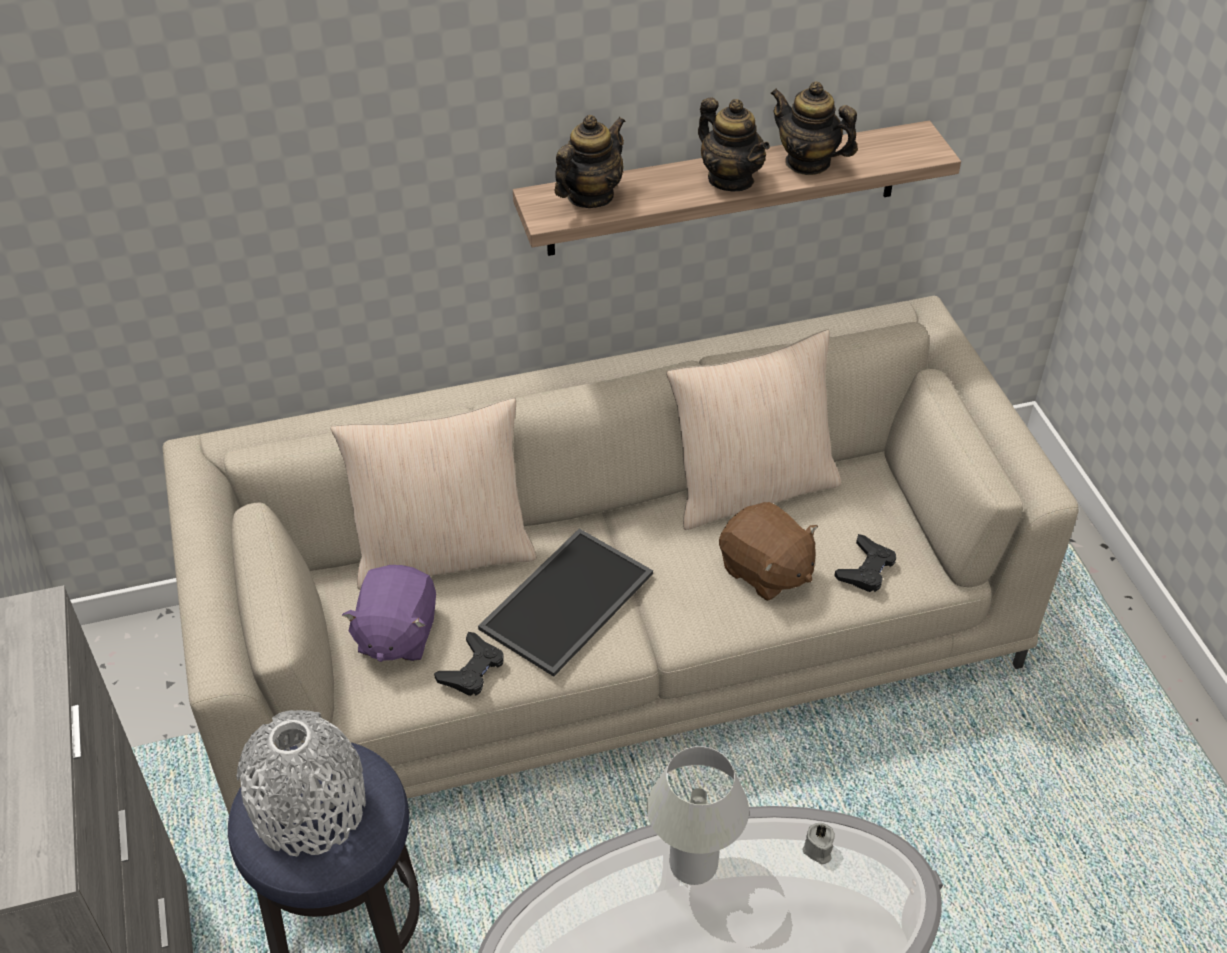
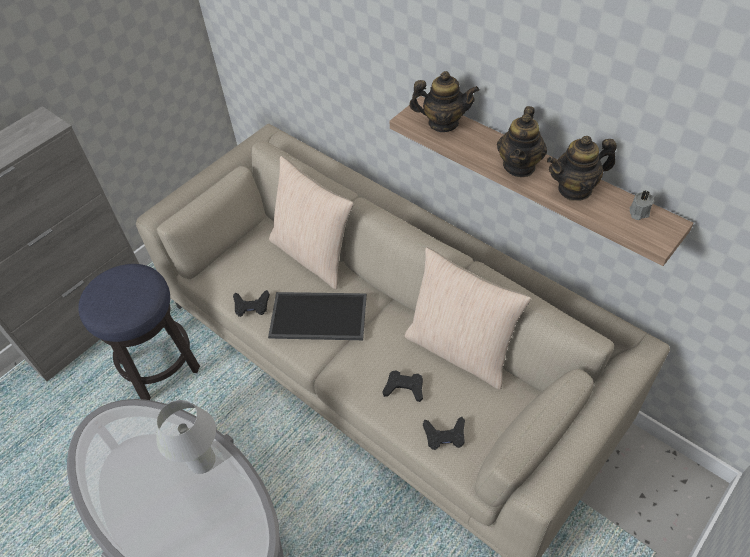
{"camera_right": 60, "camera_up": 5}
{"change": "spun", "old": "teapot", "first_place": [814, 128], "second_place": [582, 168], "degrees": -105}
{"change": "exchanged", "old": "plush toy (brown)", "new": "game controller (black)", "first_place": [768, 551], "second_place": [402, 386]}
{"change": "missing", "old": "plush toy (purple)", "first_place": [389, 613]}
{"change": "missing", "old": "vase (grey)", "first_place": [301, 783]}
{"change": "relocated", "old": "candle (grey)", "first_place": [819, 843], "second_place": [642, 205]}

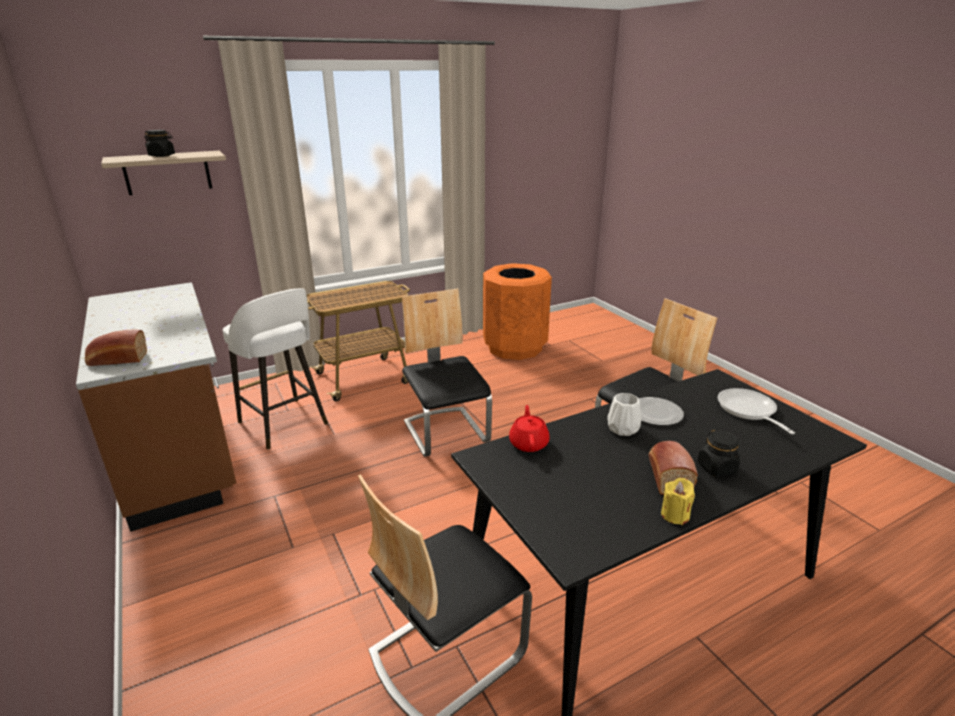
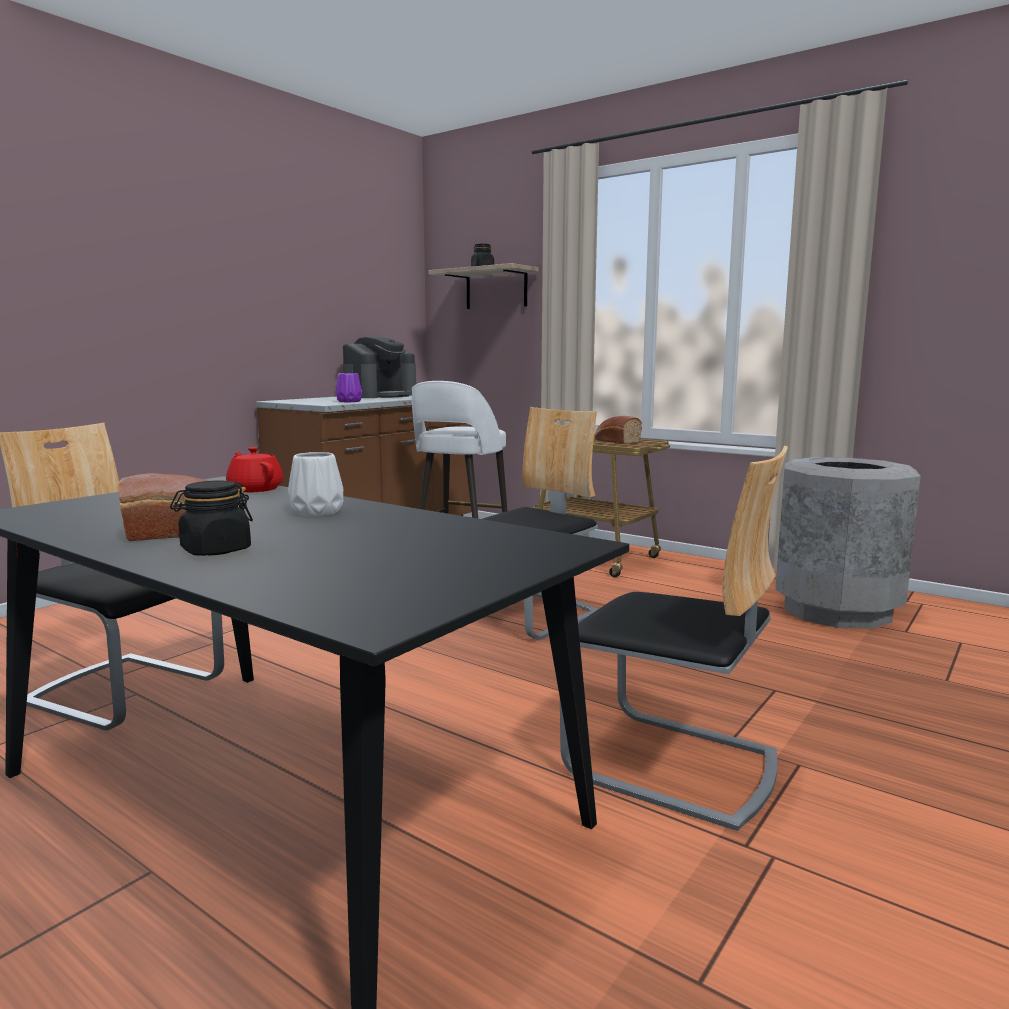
{"camera_right": 65, "camera_up": -15}
{"change": "colour", "old": "trash can (orange)", "new": "trash can (grey)", "first_place": [517, 311], "second_place": [848, 543]}
{"change": "relocated", "old": "bread", "first_place": [116, 347], "second_place": [618, 430]}
{"change": "missing", "old": "frying pan", "first_place": [756, 411]}
{"change": "missing", "old": "plate", "first_place": [661, 411]}
{"change": "spun", "old": "teapot (red)", "first_place": [529, 428], "second_place": [254, 469], "degrees": -105}
{"change": "missing", "old": "candle (yellow)", "first_place": [678, 501]}
{"change": "appeared", "new": "coffee machine", "second_place": [379, 367]}
{"change": "appeared", "new": "vase (purple)", "second_place": [348, 387]}

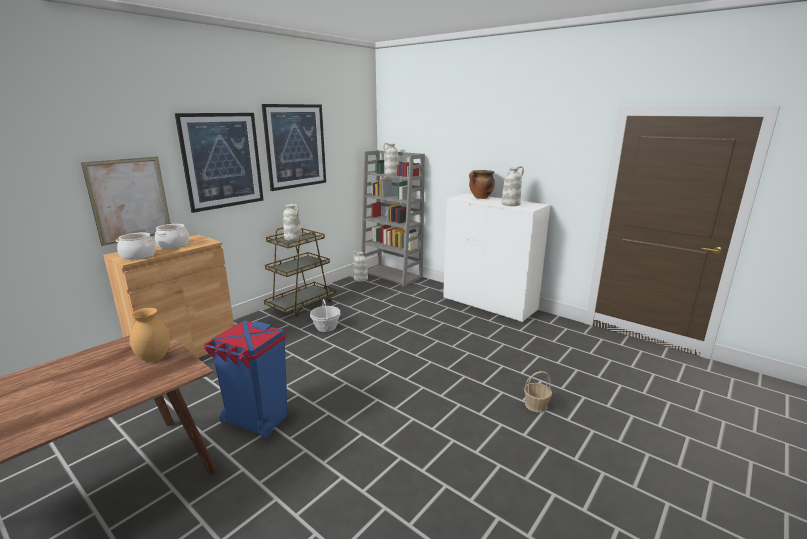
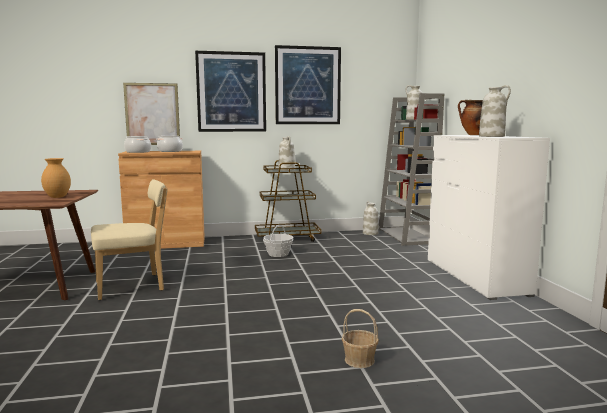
{"camera_right": 40, "camera_up": -10}
{"change": "exchanged", "old": "trash can (blue)", "new": "chair (beige)", "first_place": [245, 379], "second_place": [129, 239]}

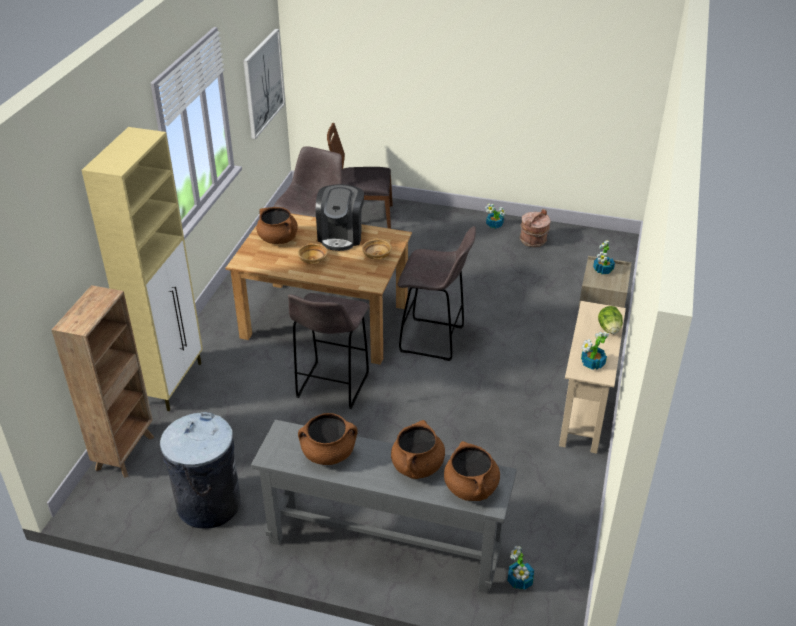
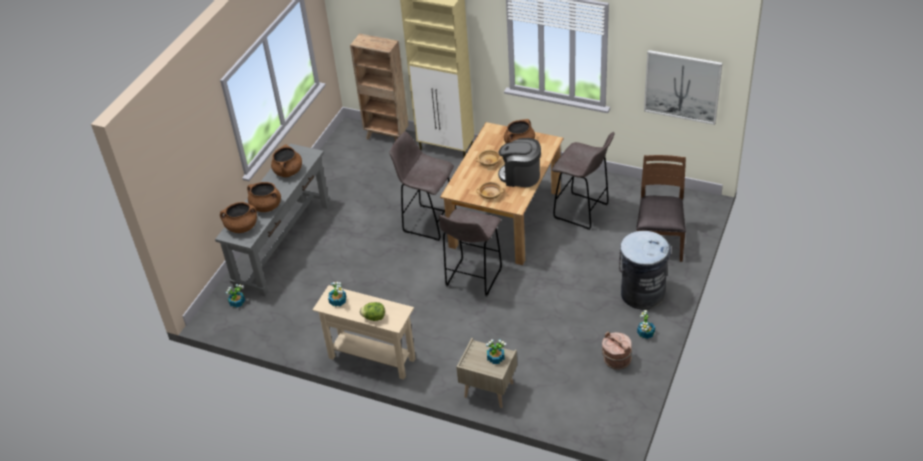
{"camera_right": 100, "camera_up": 5}
{"change": "relocated", "old": "trash can (grey)", "first_place": [200, 470], "second_place": [645, 270]}

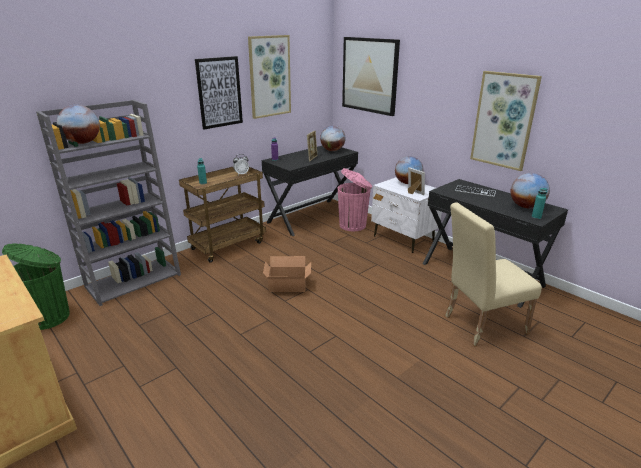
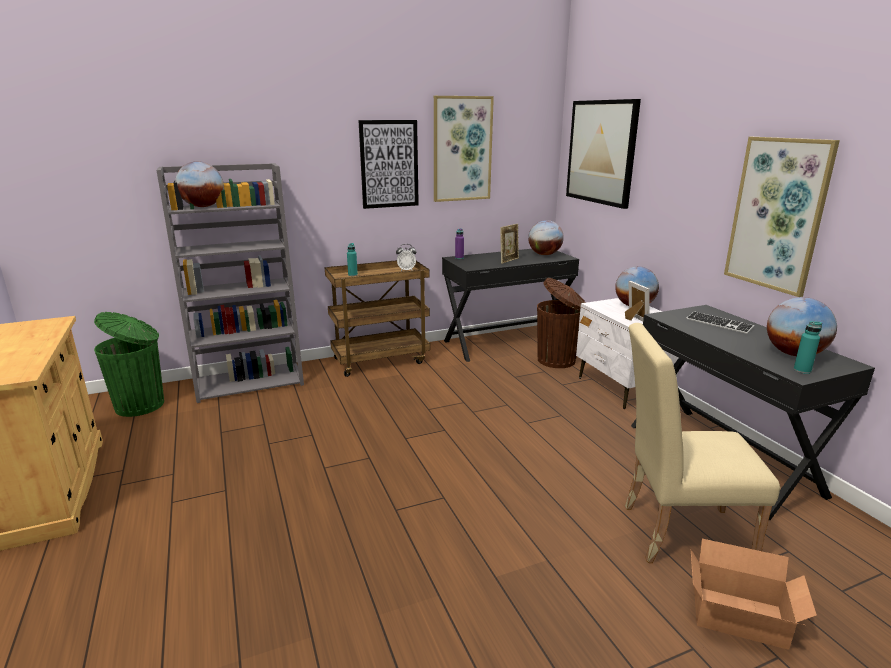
{"camera_right": 20, "camera_up": -5}
{"change": "colour", "old": "trash can (pink)", "new": "trash can (brown)", "first_place": [355, 199], "second_place": [561, 323]}
{"change": "relocated", "old": "cardboard box", "first_place": [287, 274], "second_place": [754, 594]}

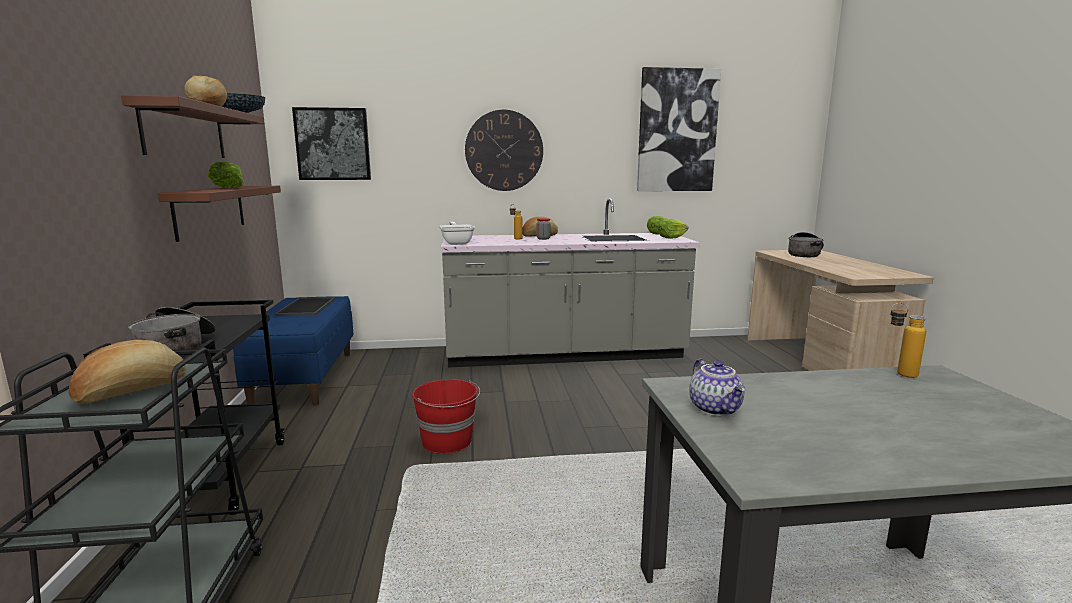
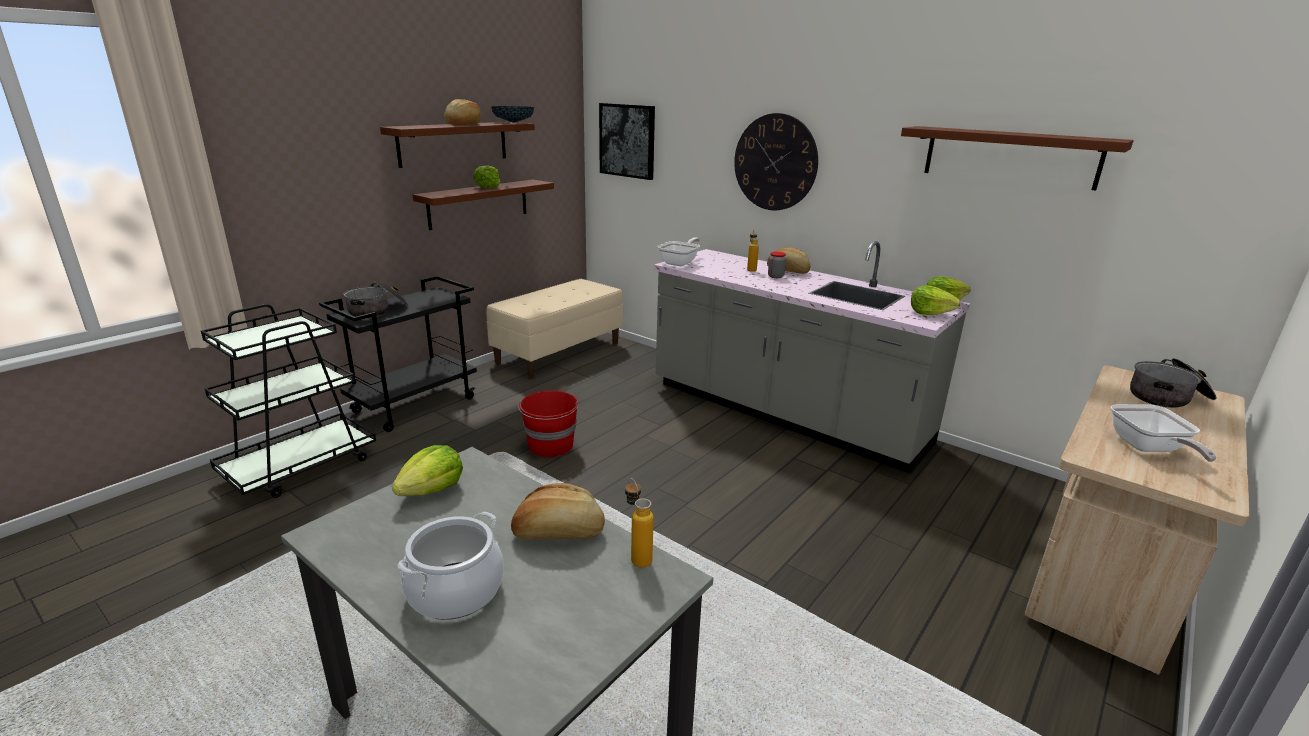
{"camera_right": 45, "camera_up": 10}
{"change": "exchanged", "old": "picture", "new": "shelf (brown)", "first_place": [679, 129], "second_place": [1017, 158]}
{"change": "colour", "old": "bench (blue)", "new": "bench (beige)", "first_place": [293, 351], "second_place": [554, 329]}
{"change": "missing", "old": "tray", "first_place": [305, 306]}
{"change": "relocated", "old": "bread", "first_place": [127, 372], "second_place": [558, 511]}
{"change": "exchanged", "old": "teapot", "new": "lettuce", "first_place": [717, 387], "second_place": [427, 470]}
{"change": "appeared", "new": "frying pan", "second_place": [1164, 433]}
{"change": "appeared", "new": "cooking pot", "second_place": [450, 566]}

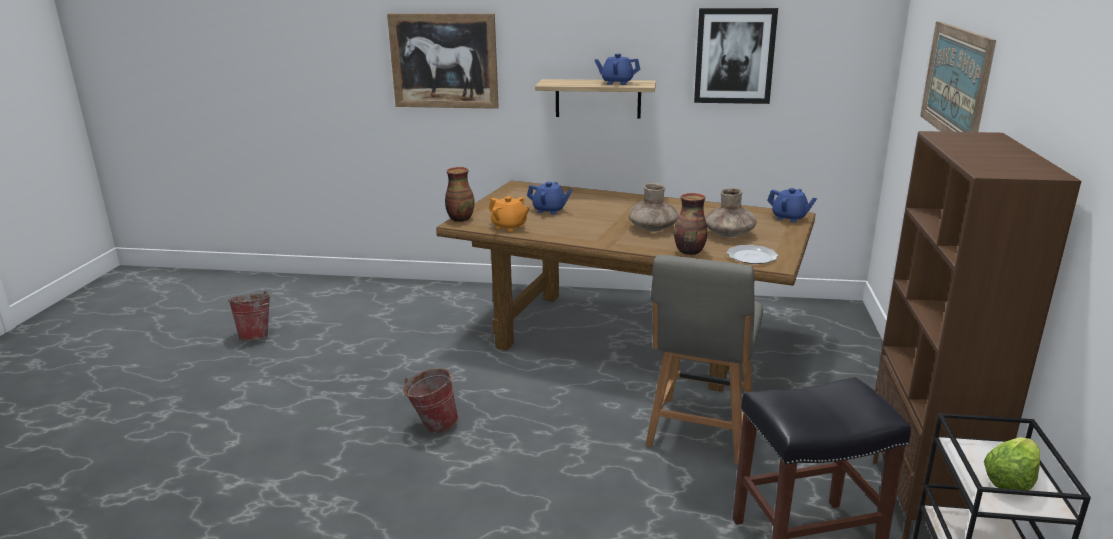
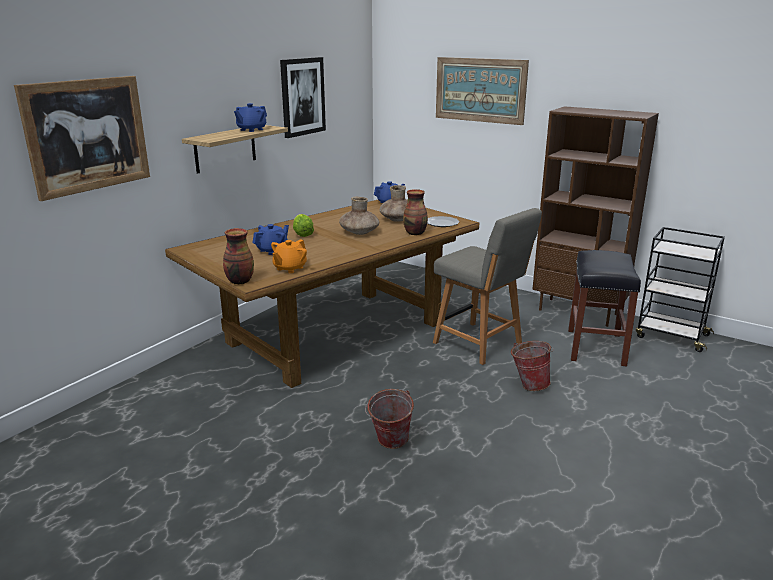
{"camera_right": -65, "camera_up": 0}
{"change": "spun", "old": "teapot (orange)", "first_place": [509, 214], "second_place": [289, 256], "degrees": 150}
{"change": "relocated", "old": "bucket", "first_place": [251, 315], "second_place": [532, 366]}
{"change": "relocated", "old": "lettuce", "first_place": [1012, 463], "second_place": [303, 225]}

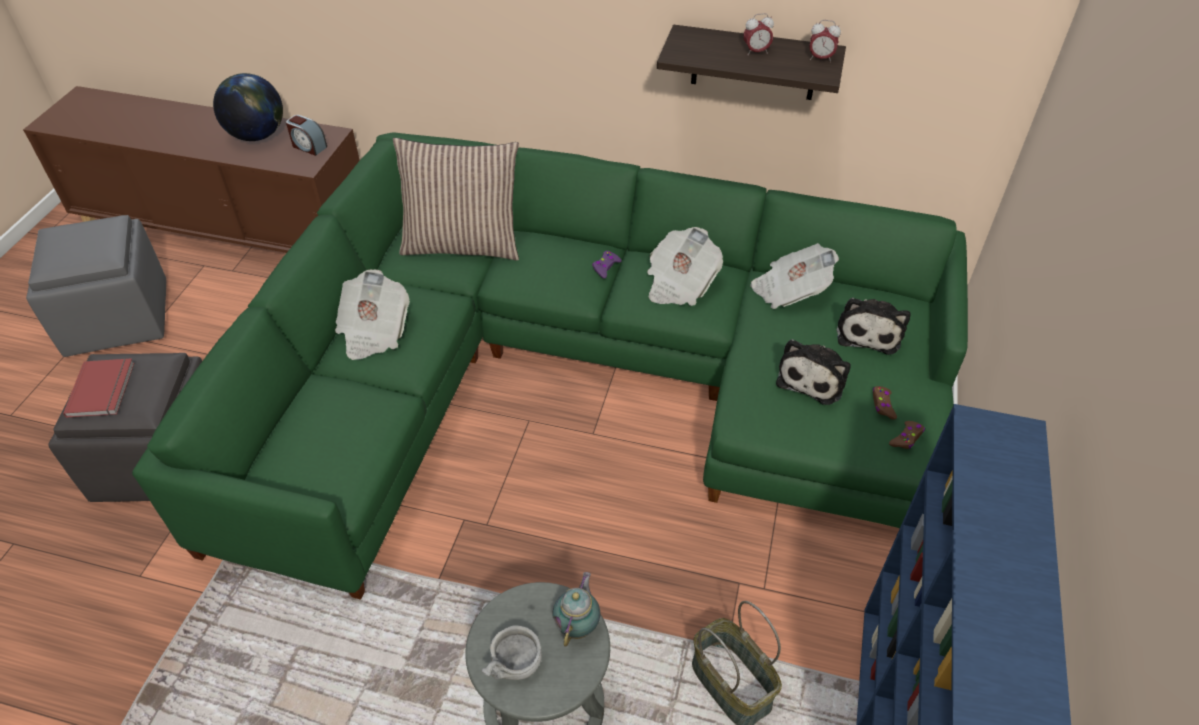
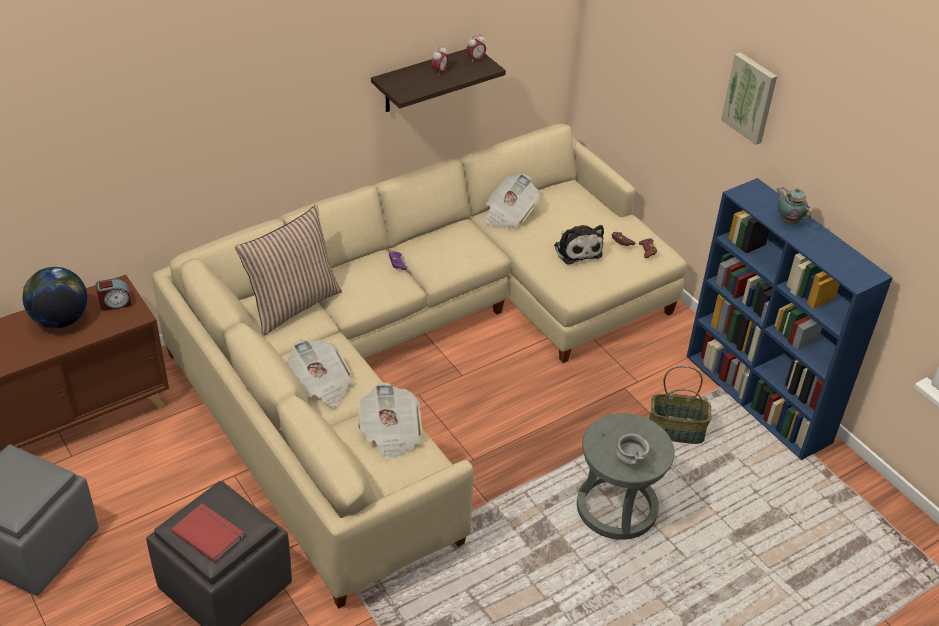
{"camera_right": -50, "camera_up": -5}
{"change": "colour", "old": "sofa (green)", "new": "sofa (beige)", "first_place": [550, 366], "second_place": [419, 366]}
{"change": "relocated", "old": "newspaper", "first_place": [685, 266], "second_place": [390, 421]}
{"change": "missing", "old": "plush toy", "first_place": [873, 326]}
{"change": "relocated", "old": "teapot", "first_place": [576, 609], "second_place": [793, 205]}
{"change": "appeared", "new": "picture", "second_place": [749, 98]}

